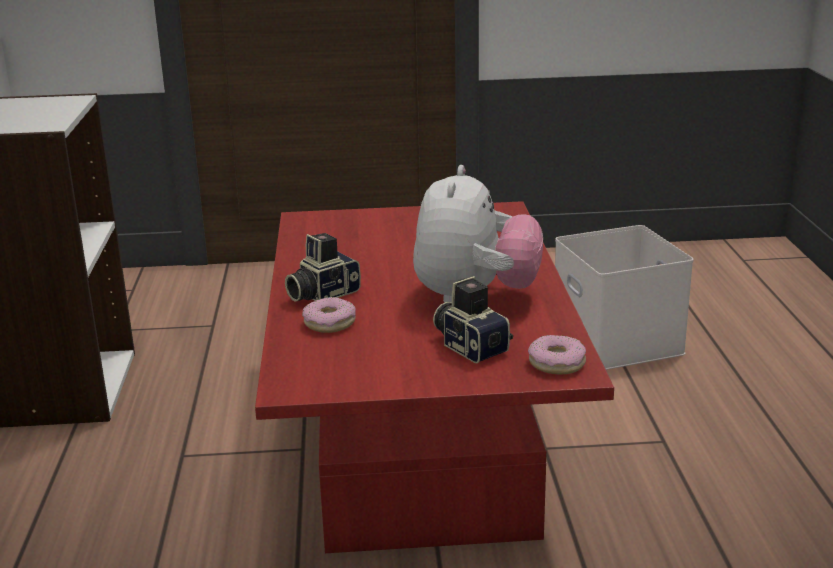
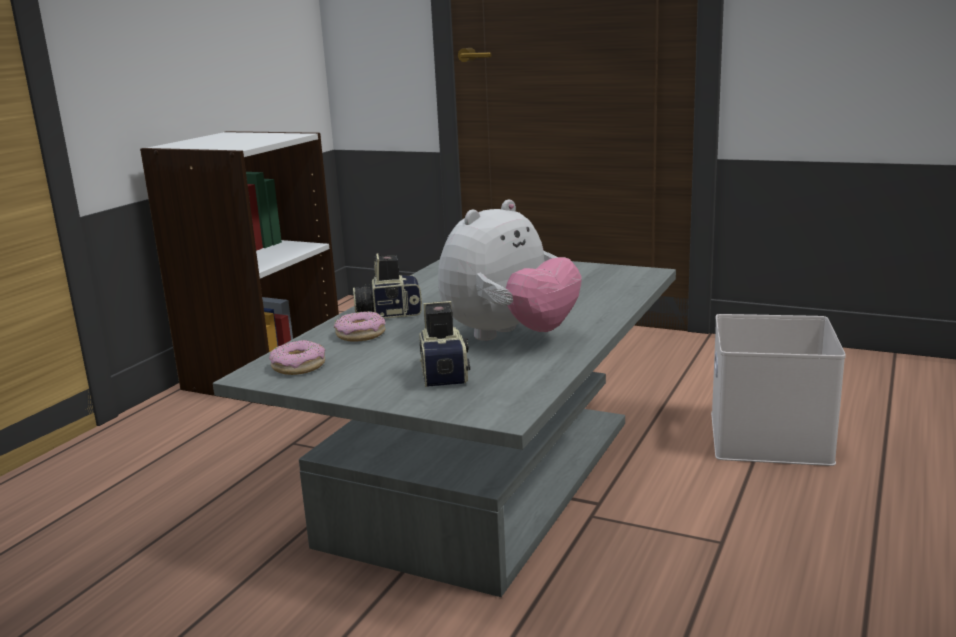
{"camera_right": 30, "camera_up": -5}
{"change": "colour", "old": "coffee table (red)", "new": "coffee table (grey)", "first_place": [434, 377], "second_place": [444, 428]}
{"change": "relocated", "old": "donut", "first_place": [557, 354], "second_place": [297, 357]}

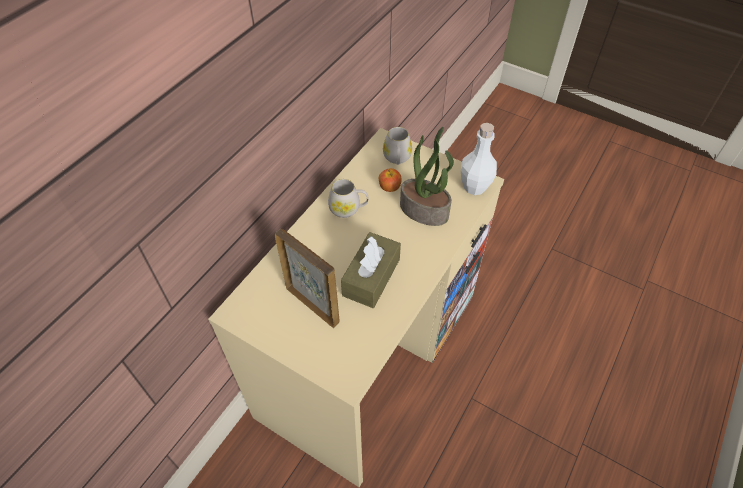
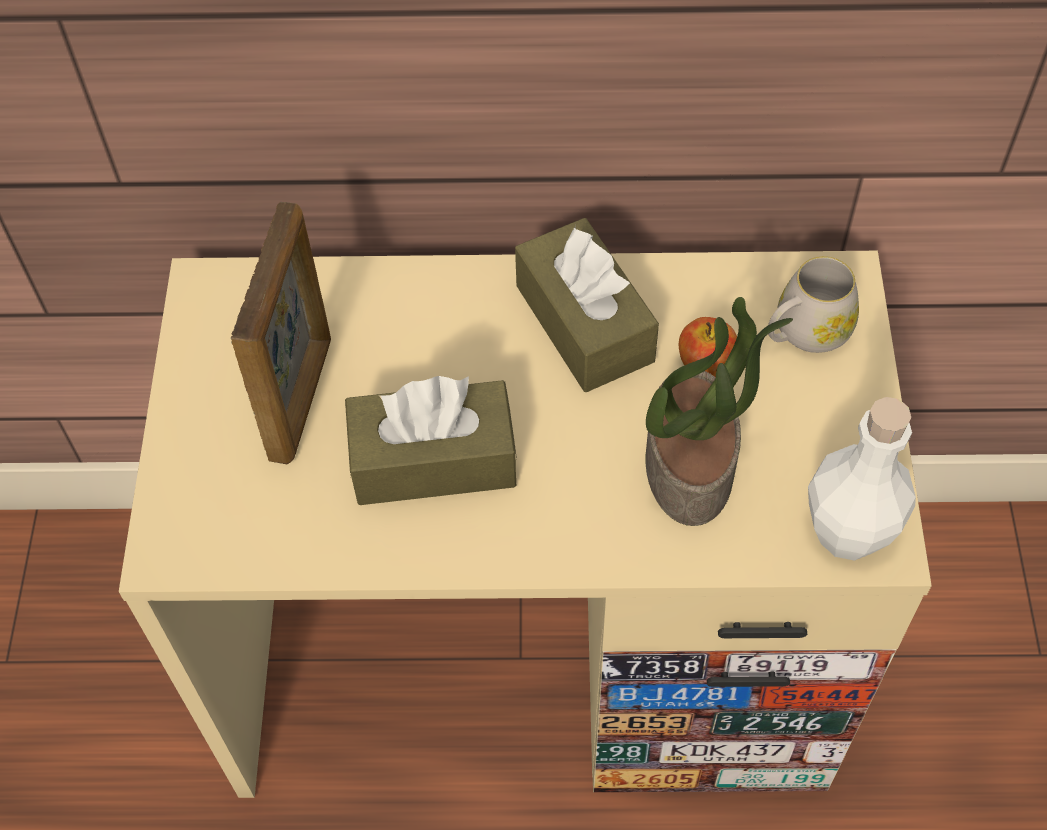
{"camera_right": 60, "camera_up": 5}
{"change": "exchanged", "old": "mug (white)", "new": "tissue box (brown)", "first_place": [348, 198], "second_place": [587, 305]}

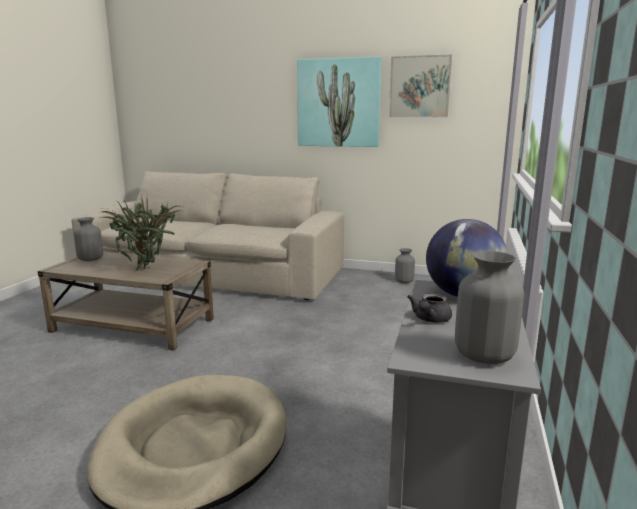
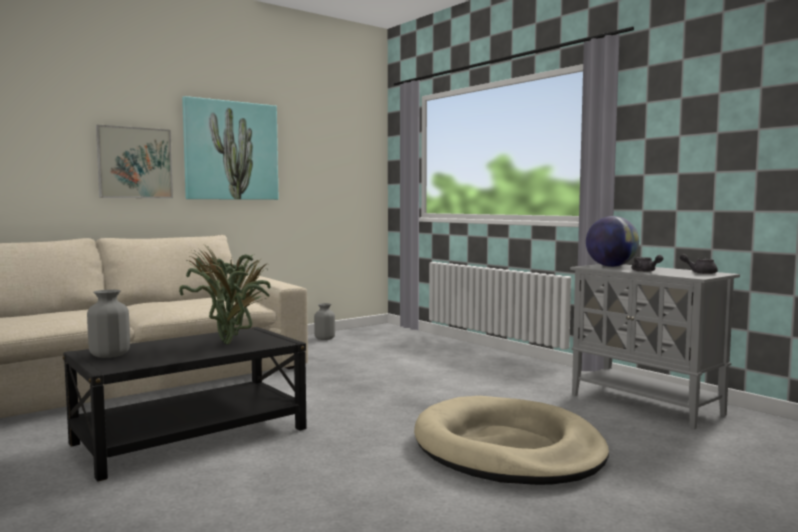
{"camera_right": -55, "camera_up": -10}
{"change": "relocated", "old": "picture", "first_place": [420, 86], "second_place": [134, 161]}
{"change": "exchanged", "old": "vase (grey)", "new": "teapot (grey)", "first_place": [489, 307], "second_place": [699, 264]}
{"change": "colour", "old": "coffee table (beige)", "new": "coffee table (black)", "first_place": [126, 301], "second_place": [185, 404]}

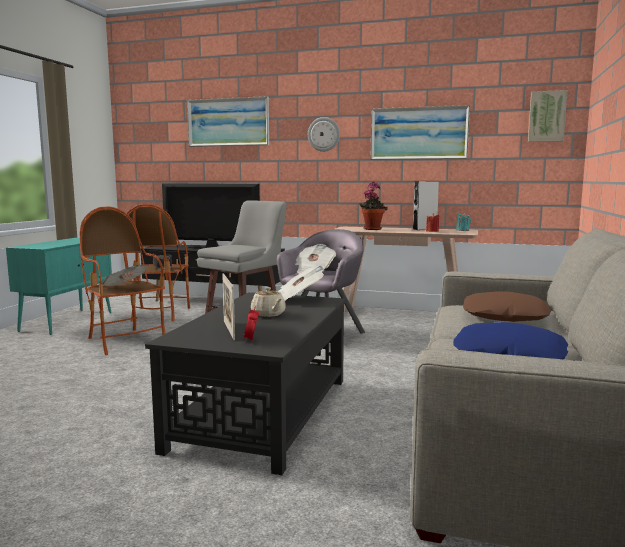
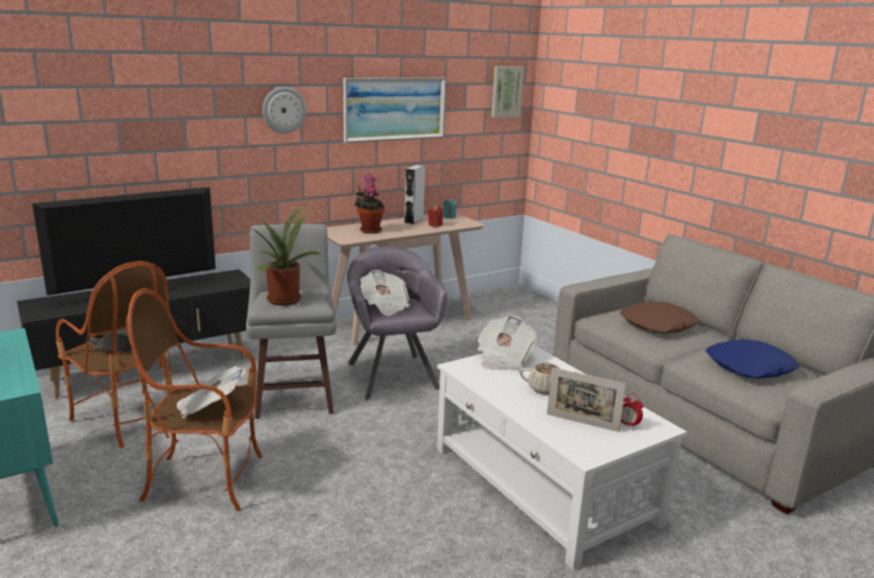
{"camera_right": -50, "camera_up": 10}
{"change": "missing", "old": "picture", "first_place": [228, 121]}
{"change": "colour", "old": "coffee table (black)", "new": "coffee table (white)", "first_place": [246, 383], "second_place": [562, 457]}
{"change": "appeared", "new": "potted plant", "second_place": [281, 255]}

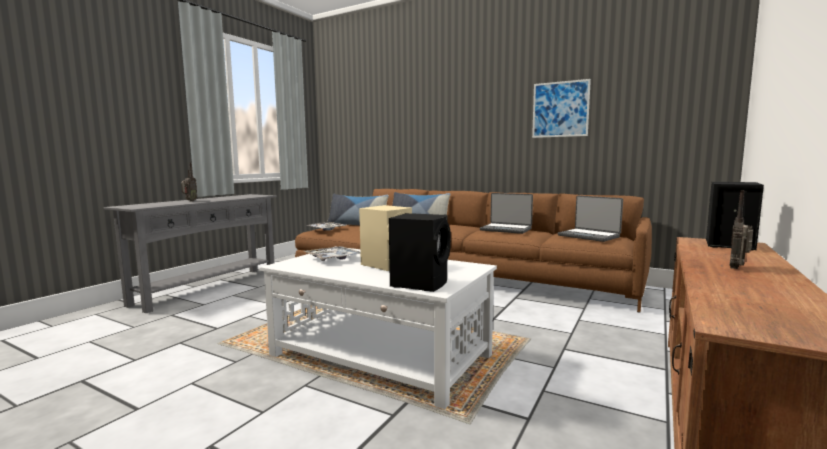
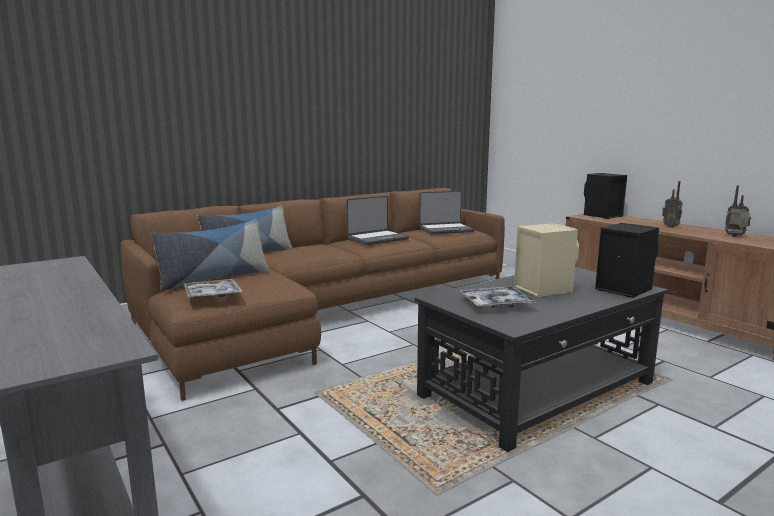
{"camera_right": -65, "camera_up": 5}
{"change": "missing", "old": "picture", "first_place": [561, 108]}
{"change": "relocated", "old": "radio", "first_place": [189, 181], "second_place": [738, 211]}
{"change": "colour", "old": "coffee table (white)", "new": "coffee table (black)", "first_place": [378, 327], "second_place": [541, 359]}

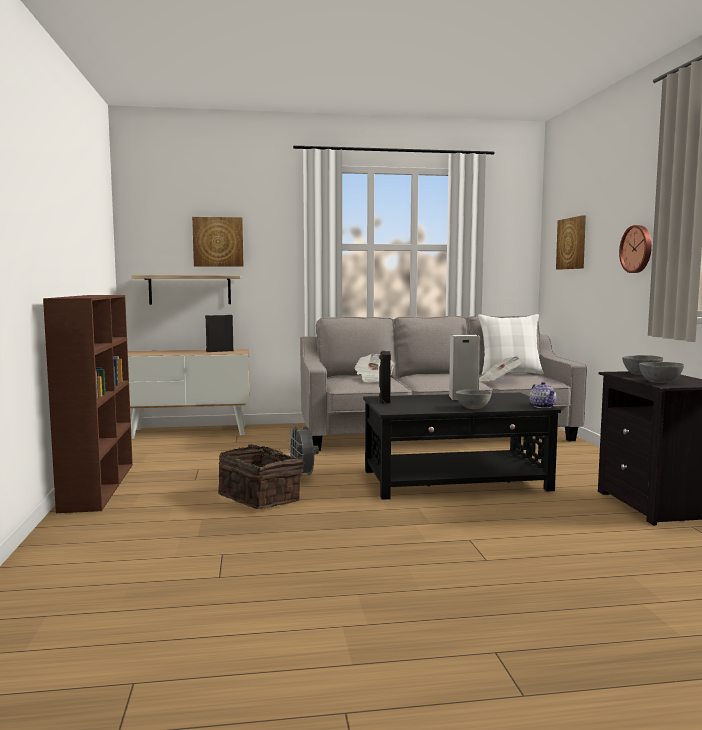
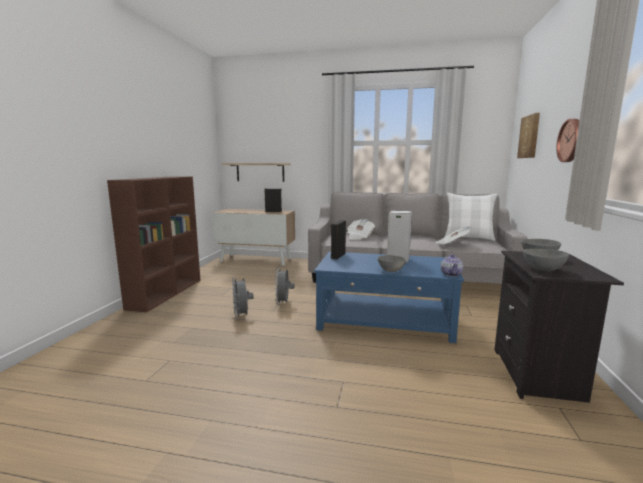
{"camera_right": 20, "camera_up": 5}
{"change": "missing", "old": "picture", "first_place": [218, 242]}
{"change": "colour", "old": "coffee table (black)", "new": "coffee table (blue)", "first_place": [462, 446], "second_place": [389, 297]}
{"change": "exchanged", "old": "basket", "new": "fan (grey)", "first_place": [261, 476], "second_place": [243, 298]}

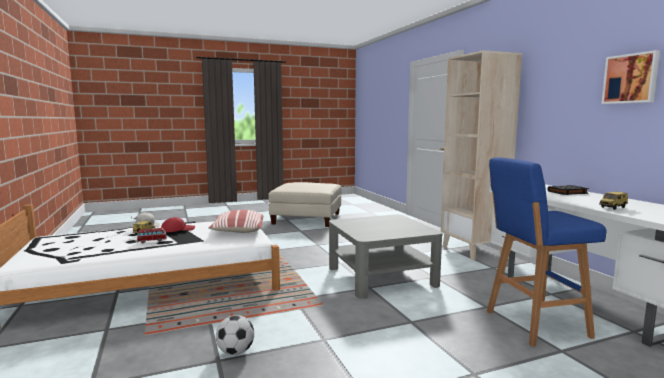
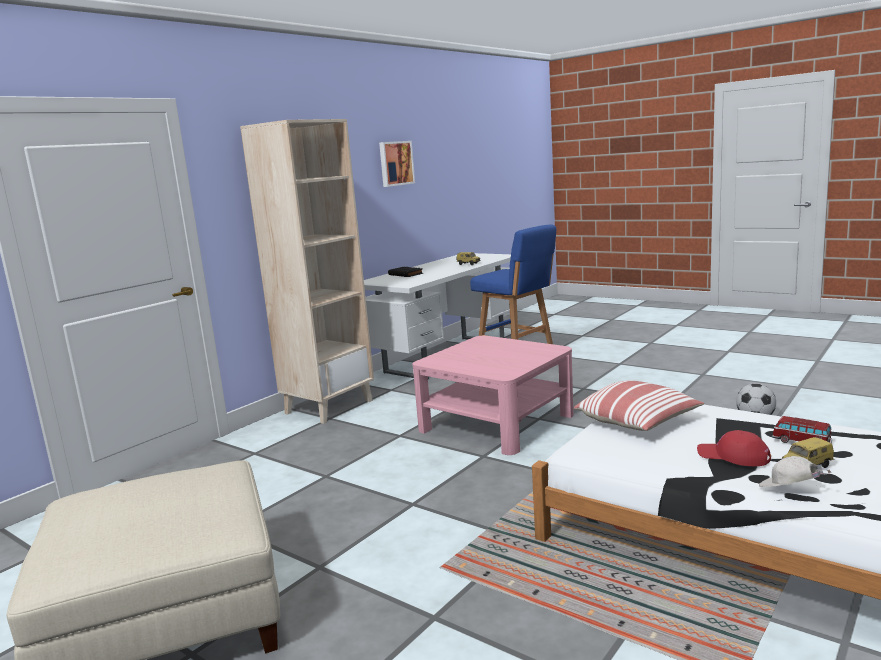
{"camera_right": -120, "camera_up": 5}
{"change": "colour", "old": "coffee table (grey)", "new": "coffee table (pink)", "first_place": [386, 257], "second_place": [493, 395]}

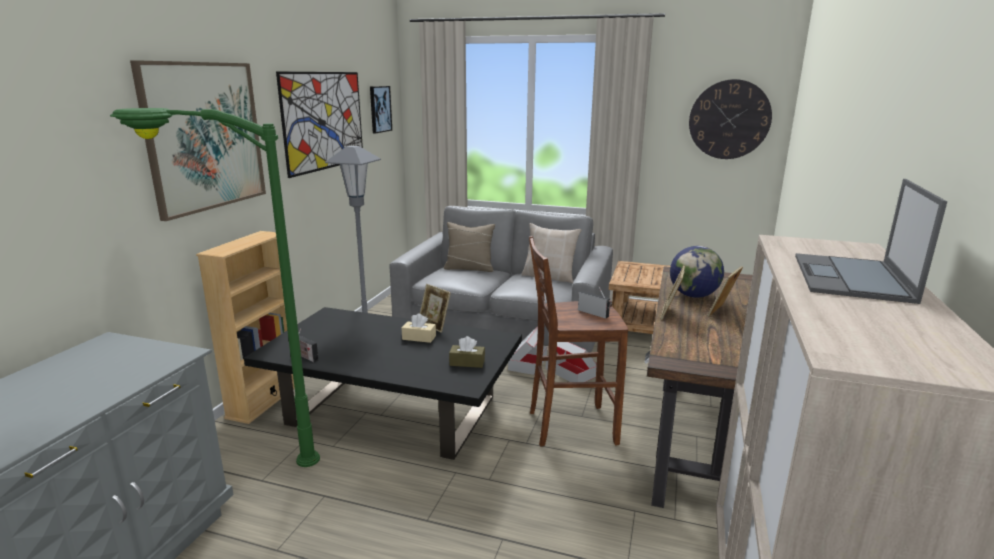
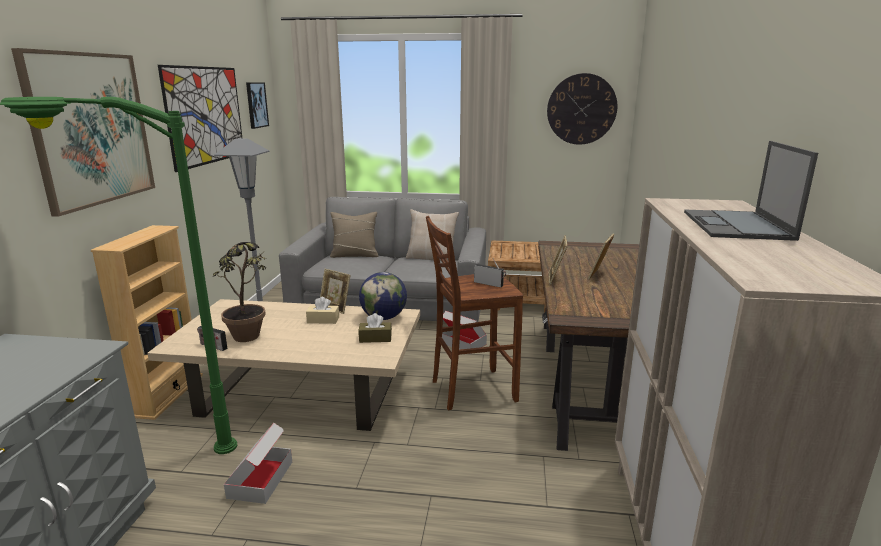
{"camera_right": -10, "camera_up": 0}
{"change": "relocated", "old": "globe", "first_place": [697, 272], "second_place": [383, 296]}
{"change": "colour", "old": "coffee table (black)", "new": "coffee table (beige)", "first_place": [383, 383], "second_place": [283, 365]}
{"change": "relocated", "old": "cardboard box", "first_place": [527, 350], "second_place": [258, 463]}
{"change": "appeared", "new": "potted plant", "second_place": [239, 292]}

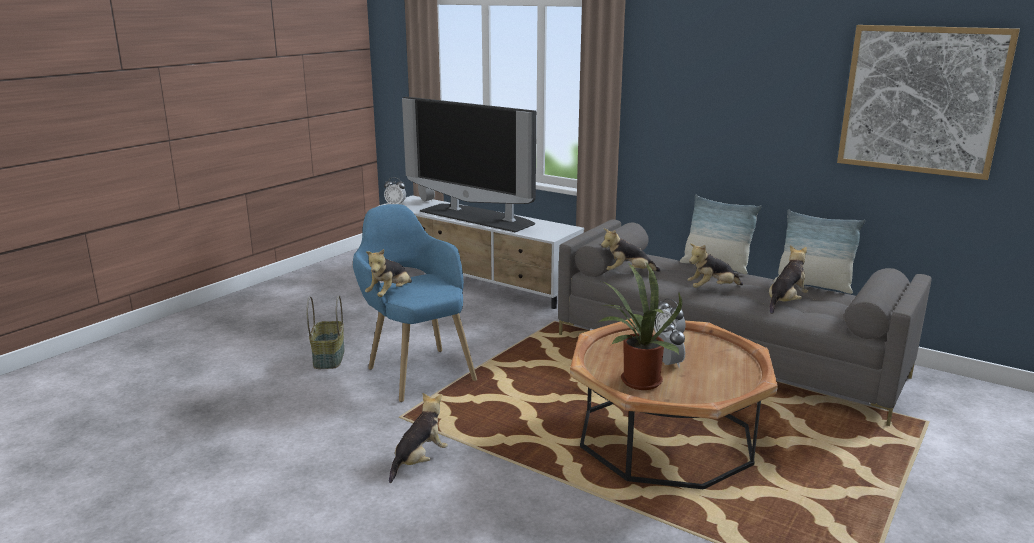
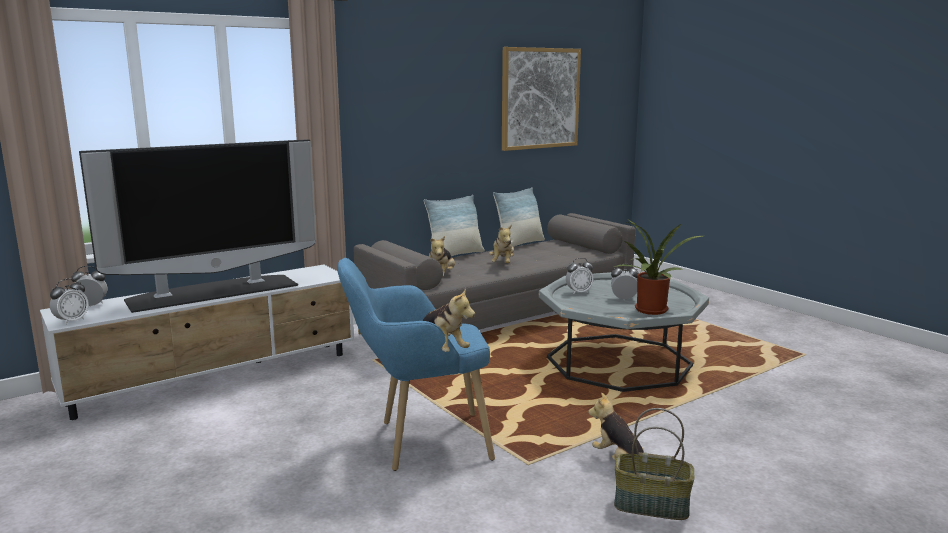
{"camera_right": -70, "camera_up": -5}
{"change": "missing", "old": "plush toy", "first_place": [789, 279]}
{"change": "relocated", "old": "basket", "first_place": [326, 332], "second_place": [654, 464]}
{"change": "colour", "old": "coffee table (brown)", "new": "coffee table (grey)", "first_place": [674, 403], "second_place": [624, 332]}

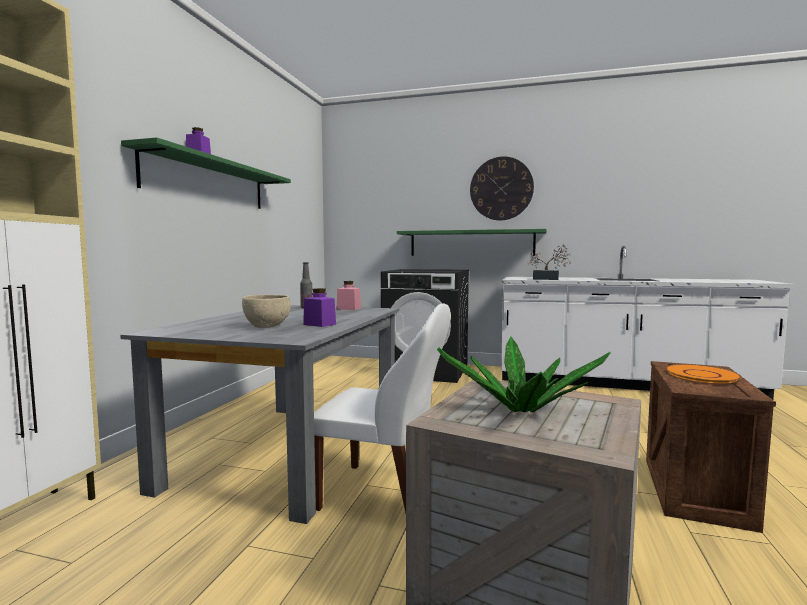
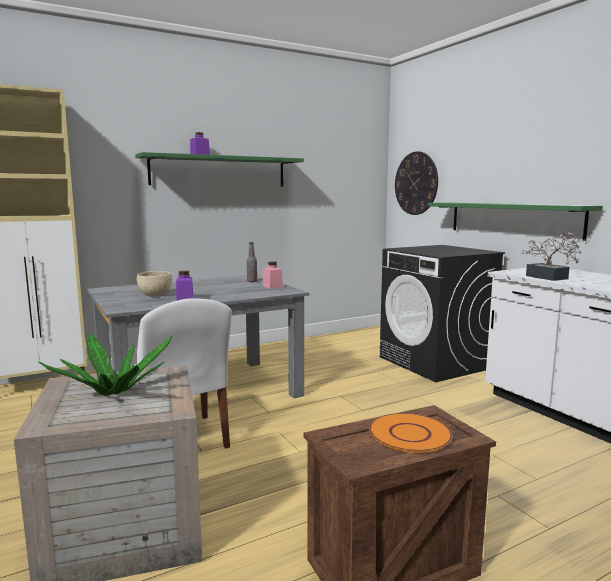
{"camera_right": 45, "camera_up": 5}
{"change": "relocated", "old": "wall clock", "first_place": [502, 188], "second_place": [416, 183]}

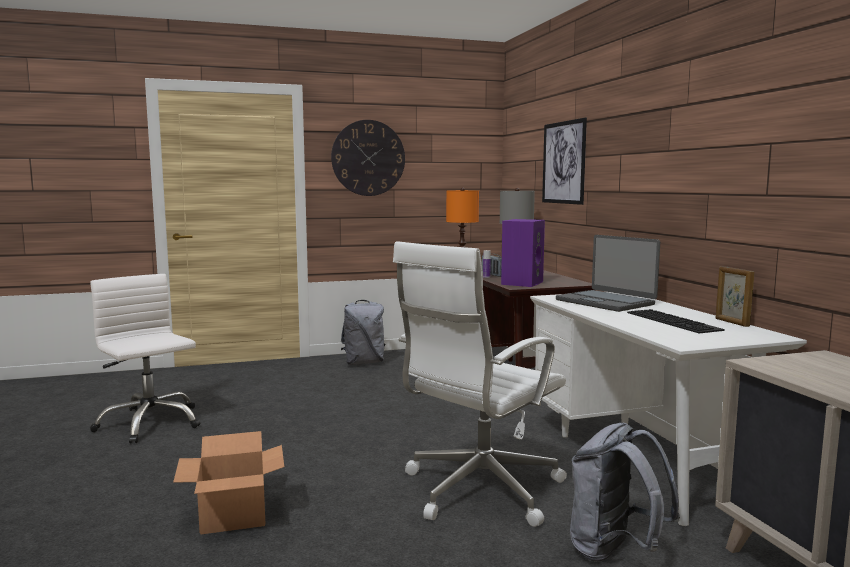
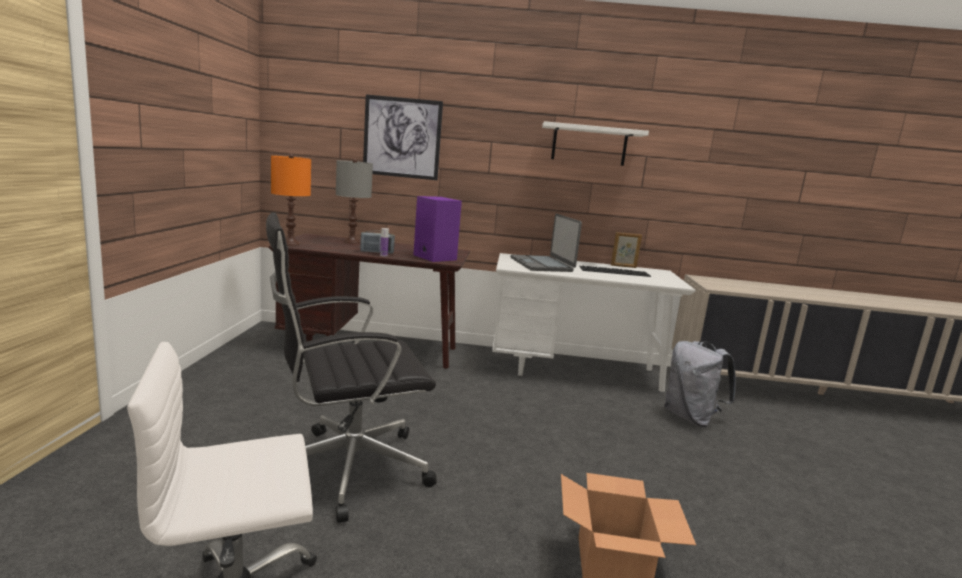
{"camera_right": -70, "camera_up": 5}
{"change": "missing", "old": "wall clock", "first_place": [368, 158]}
{"change": "spun", "old": "laptop", "first_place": [608, 273], "second_place": [546, 242], "degrees": 90}
{"change": "missing", "old": "office chair (white)", "first_place": [480, 384]}
{"change": "missing", "old": "backpack (grey)", "first_place": [363, 332]}
{"change": "appeared", "new": "shelf (white)", "second_place": [595, 143]}
{"change": "appeared", "new": "office chair (black)", "second_place": [351, 367]}

